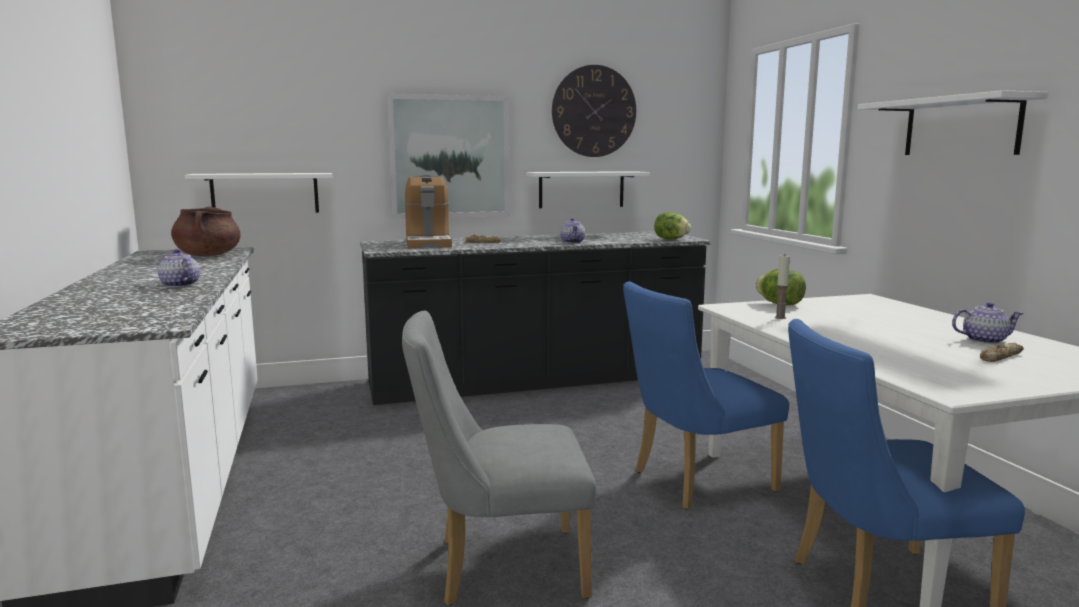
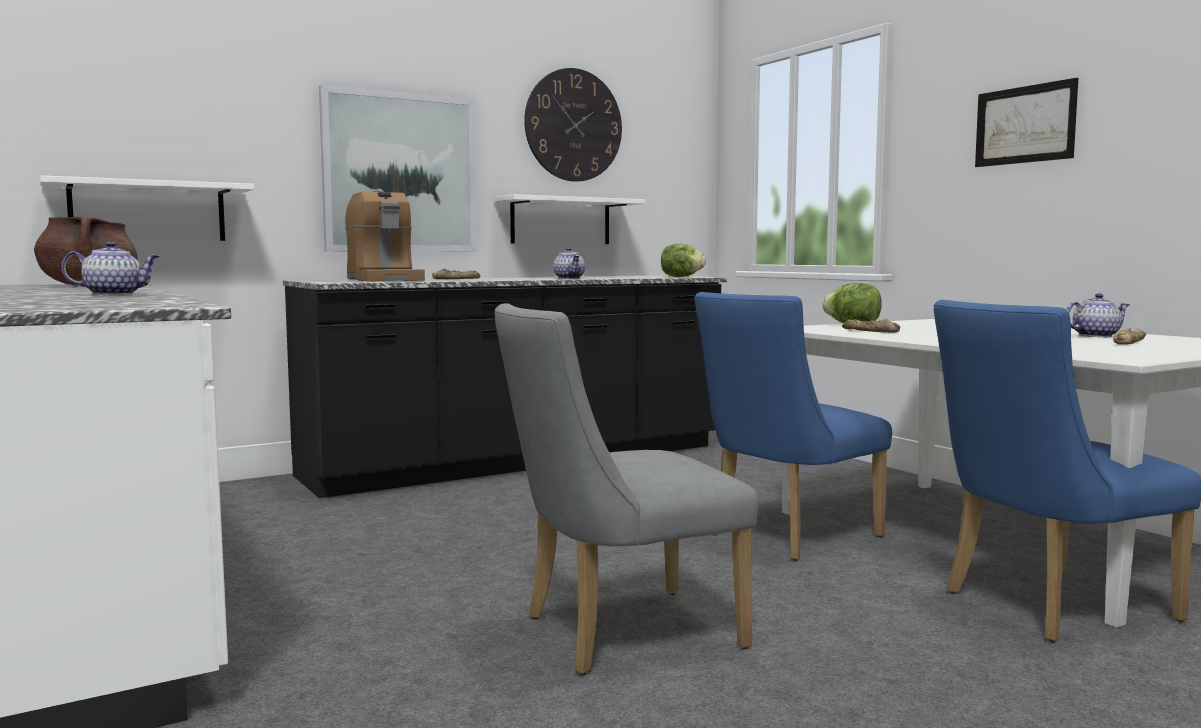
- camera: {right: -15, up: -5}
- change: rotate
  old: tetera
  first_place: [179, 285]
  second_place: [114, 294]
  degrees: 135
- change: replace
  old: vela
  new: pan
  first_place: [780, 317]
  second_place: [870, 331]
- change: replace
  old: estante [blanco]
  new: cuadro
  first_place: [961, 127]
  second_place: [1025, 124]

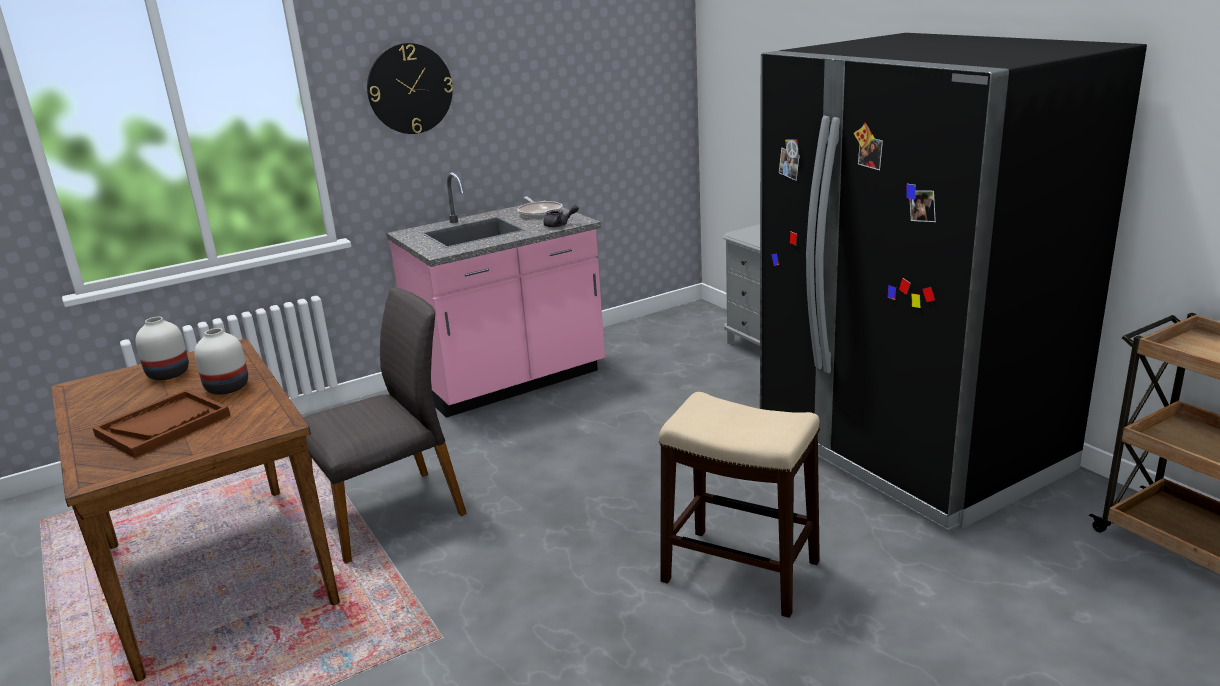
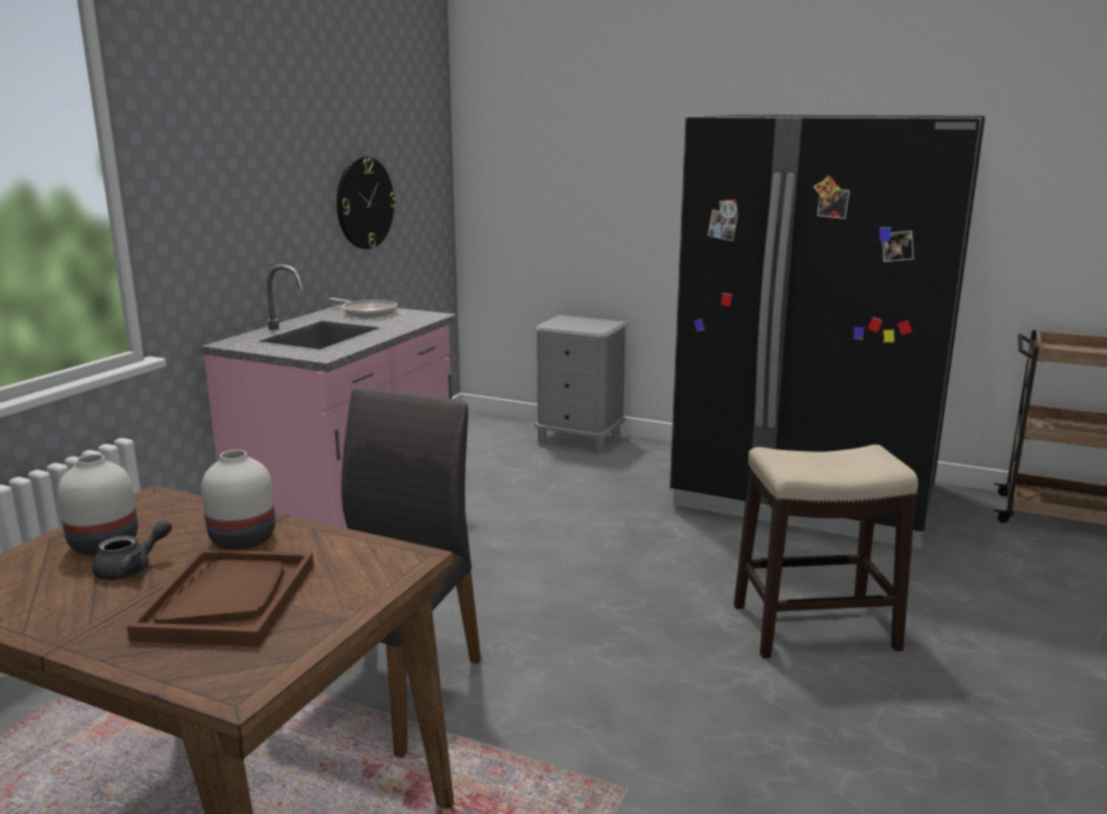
- camera: {right: -35, up: -5}
- change: move
  old: reloj de pared
  first_place: [410, 89]
  second_place: [364, 203]
- change: move
  old: tetera [gris]
  first_place: [559, 225]
  second_place: [132, 569]

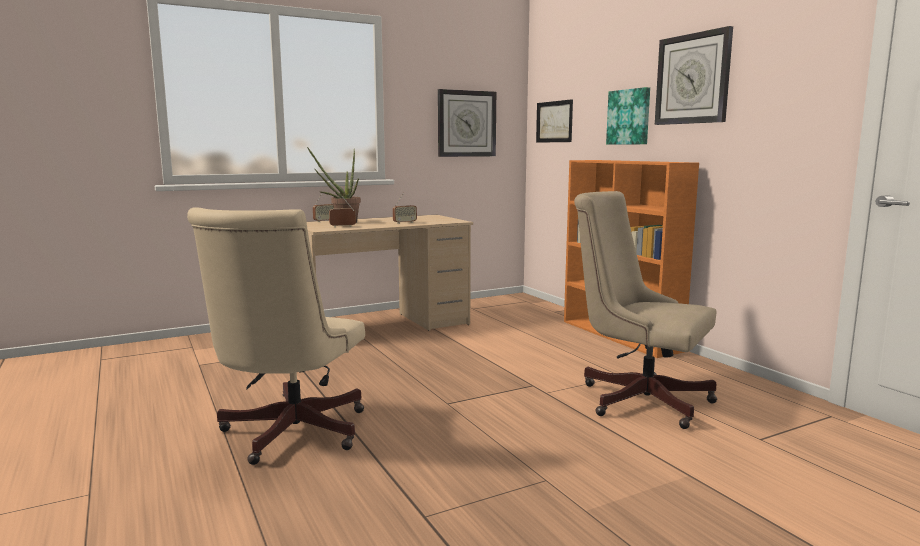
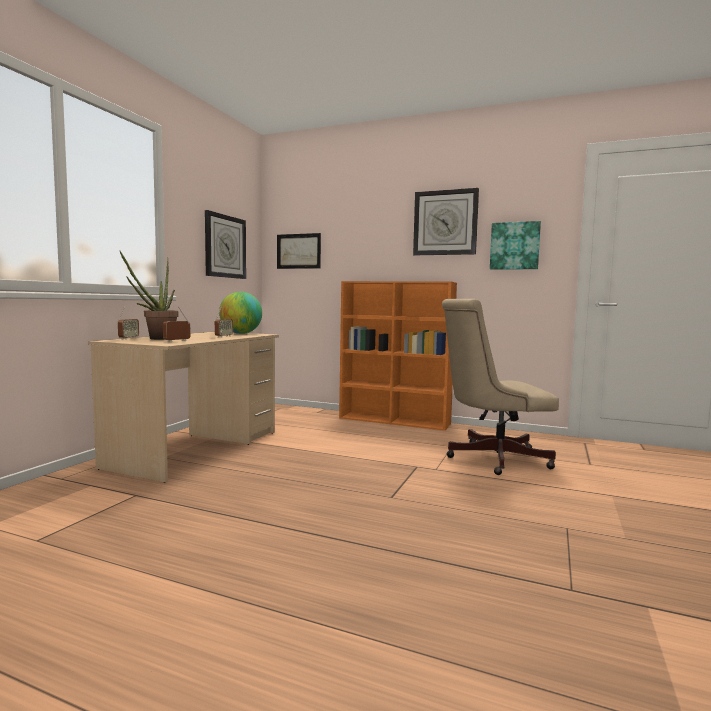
- camera: {right: -40, up: -5}
- change: delete
  old: silla de oficina [beis]
  first_place: [288, 435]
- change: move
  old: cuadro
  first_place: [629, 117]
  second_place: [514, 246]
- change: insert
  new: globo terráqueo
  second_place: [241, 333]

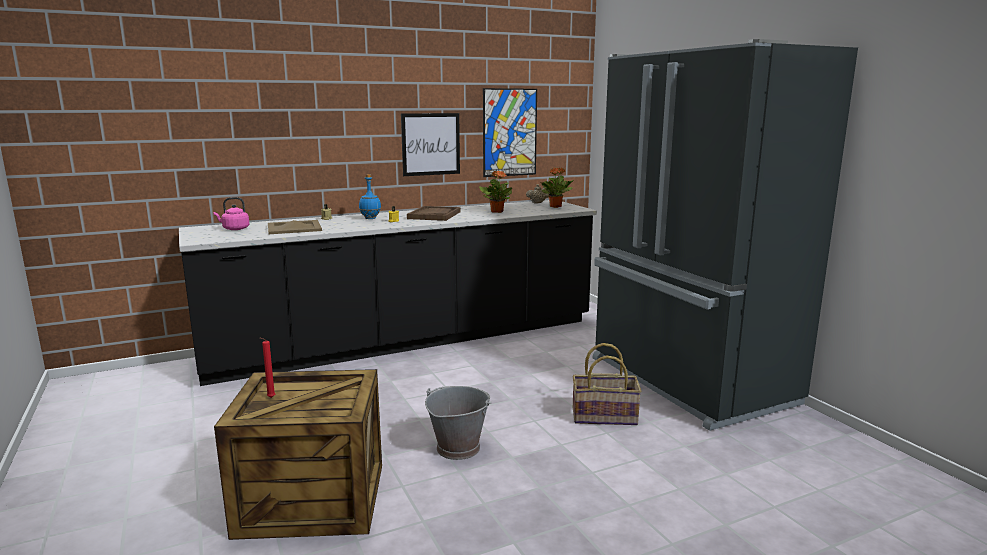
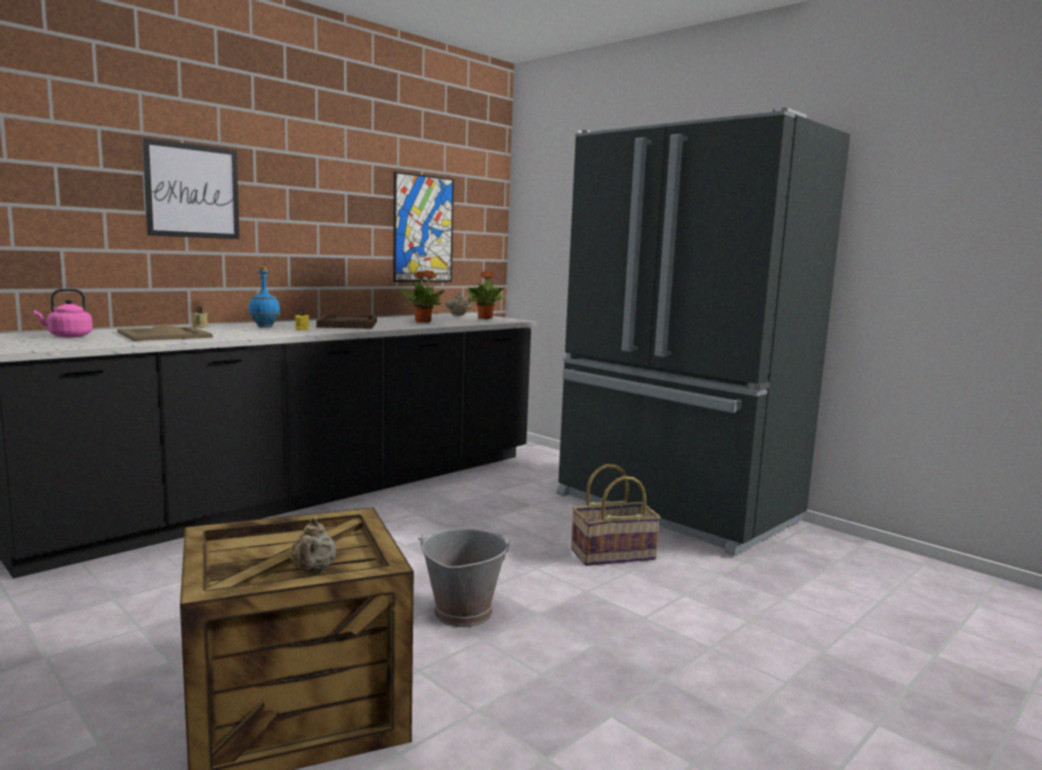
- camera: {right: -20, up: -5}
- change: delete
  old: vela [rojo]
  first_place: [270, 398]
- change: move
  old: cuadro
  first_place: [430, 144]
  second_place: [192, 191]
- change: insert
  new: tetera [beis]
  second_place: [313, 571]

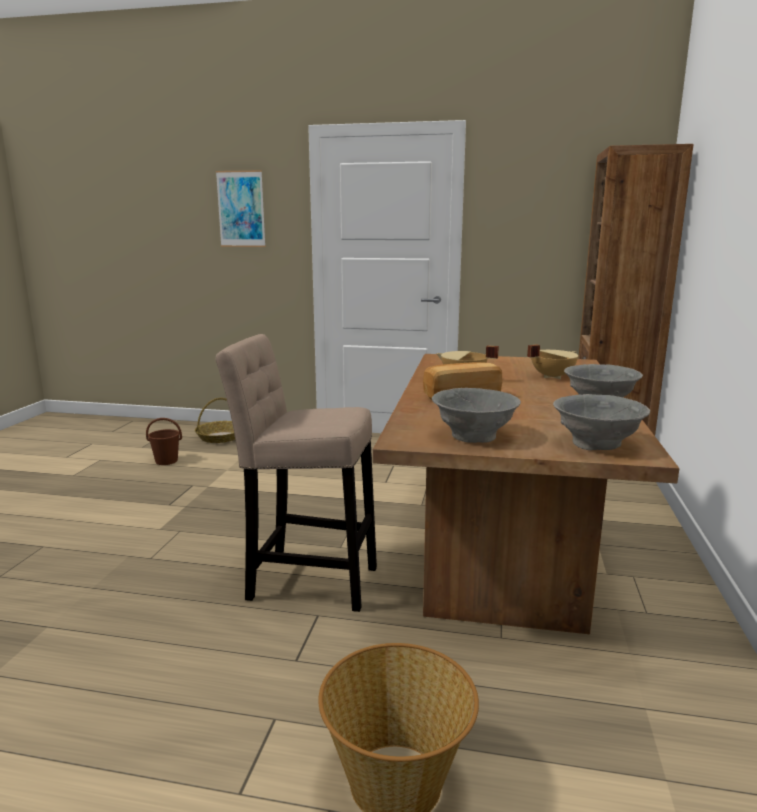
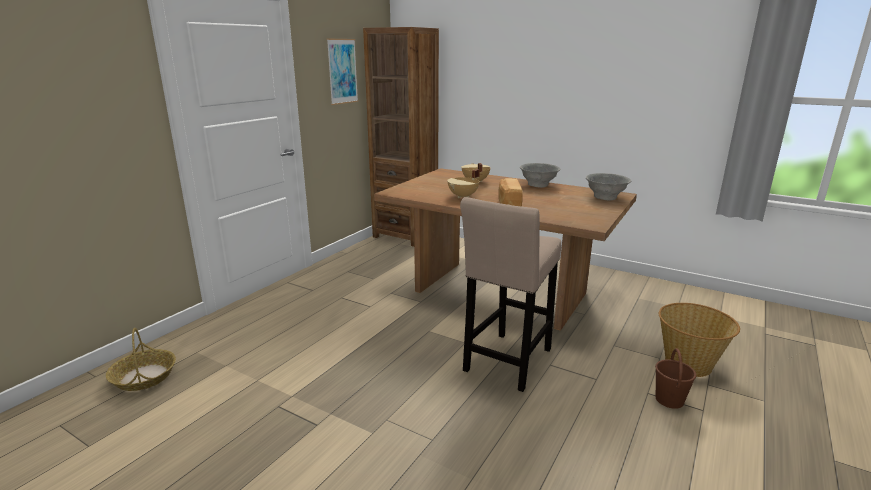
- camera: {right: -70, up: 5}
- change: move
  old: cubo [marrón]
  first_place: [166, 461]
  second_place: [669, 400]
- change: move
  old: cuadro
  first_place: [241, 209]
  second_place: [342, 71]
- change: delete
  old: cuenco [gris]
  first_place: [474, 436]

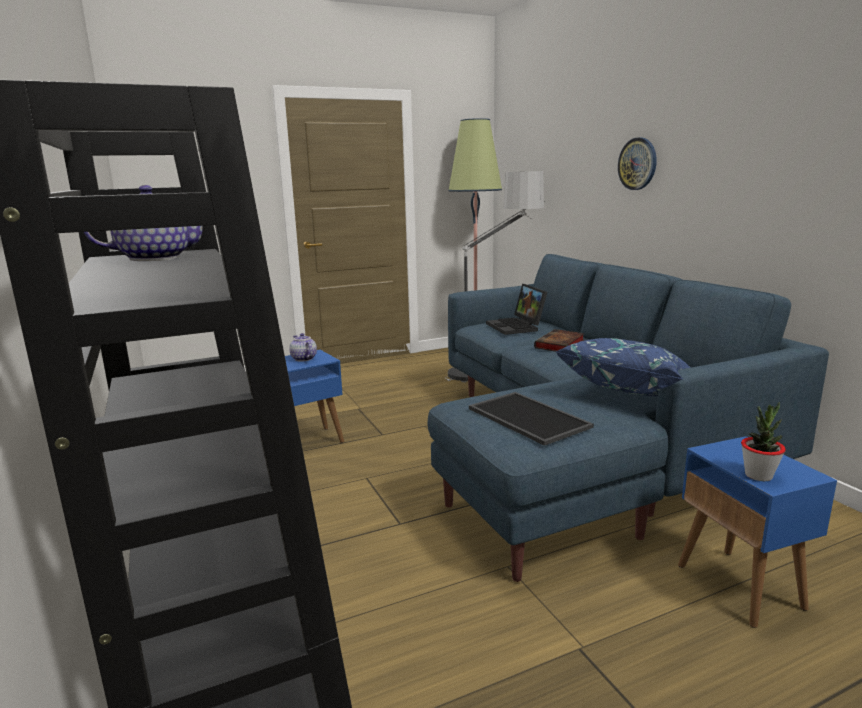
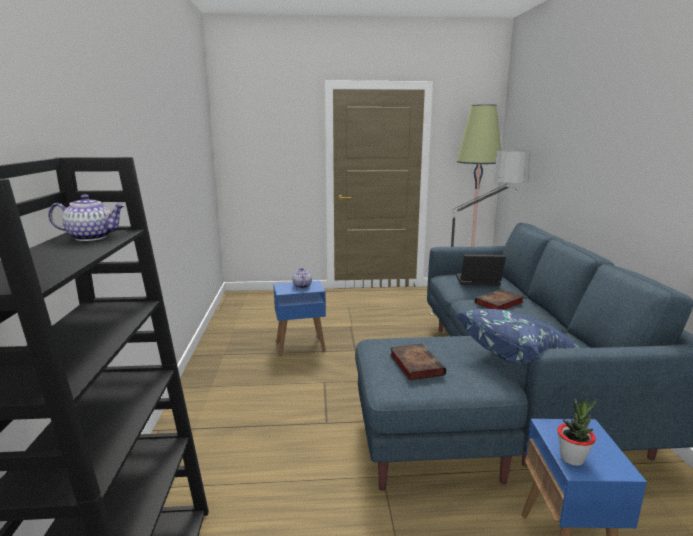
- camera: {right: 20, up: 0}
- change: replace
  old: bandeja
  new: libro
  first_place: [526, 418]
  second_place: [415, 364]
- change: rotate
  old: portátil
  first_place: [517, 327]
  second_place: [477, 282]
  degrees: 90
- change: delete
  old: reloj de pared
  first_place: [637, 164]

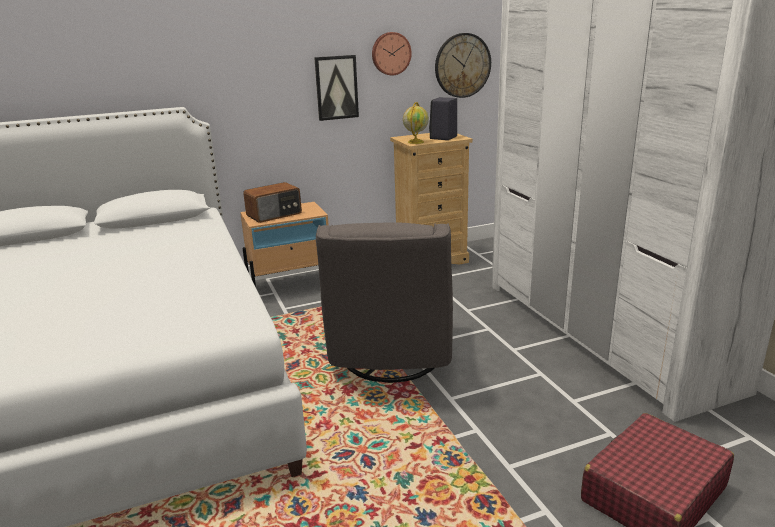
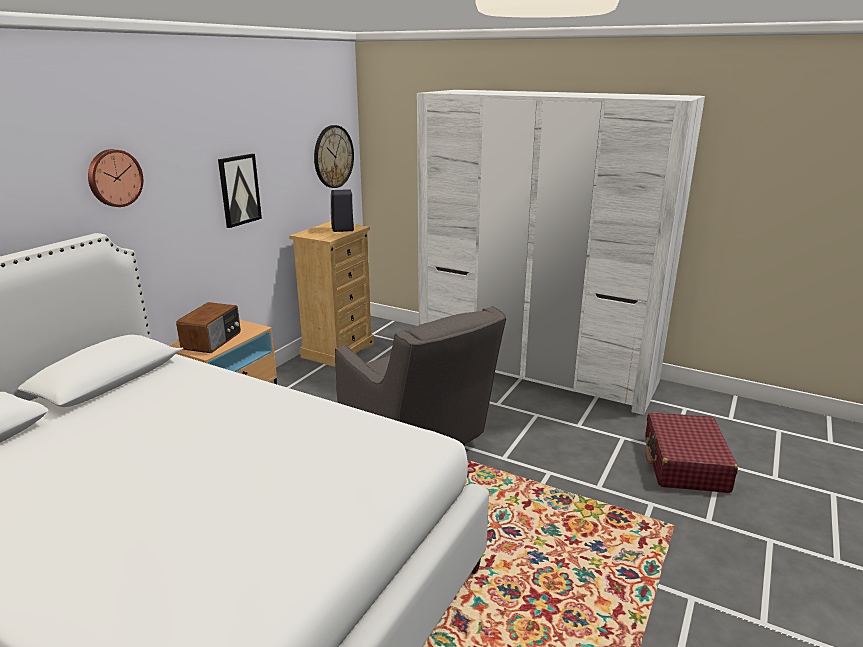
- camera: {right: -40, up: 0}
- change: move
  old: reloj de pared
  first_place: [390, 53]
  second_place: [114, 178]
- change: delete
  old: globo terráqueo
  first_place: [415, 142]

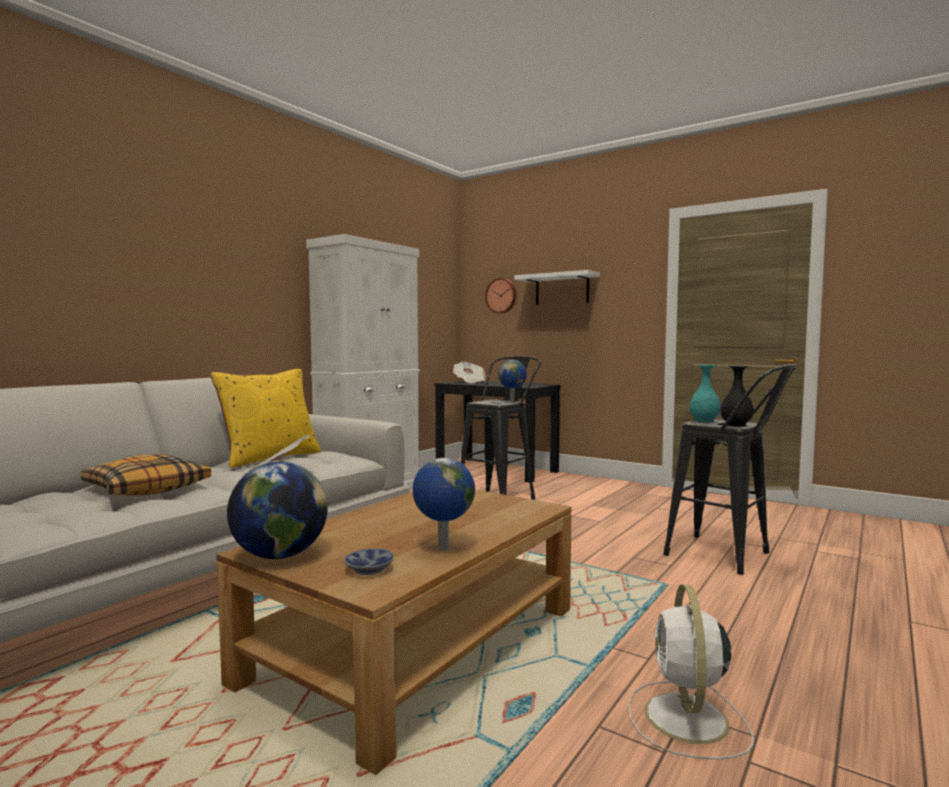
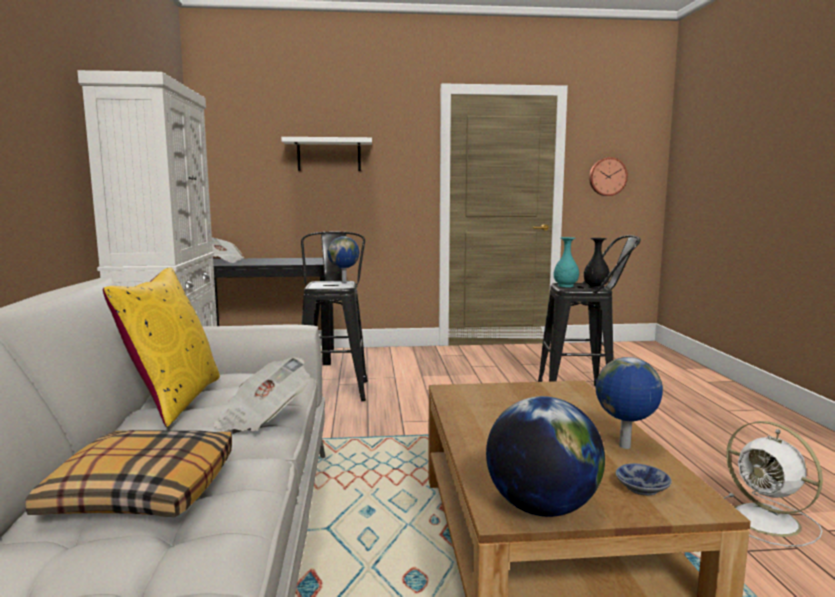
- camera: {right: -40, up: 5}
- change: move
  old: reloj de pared
  first_place: [501, 296]
  second_place: [607, 176]

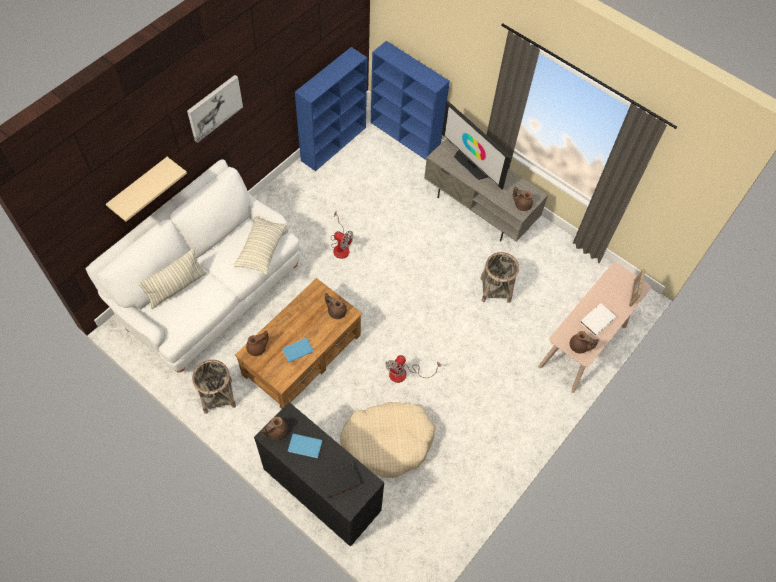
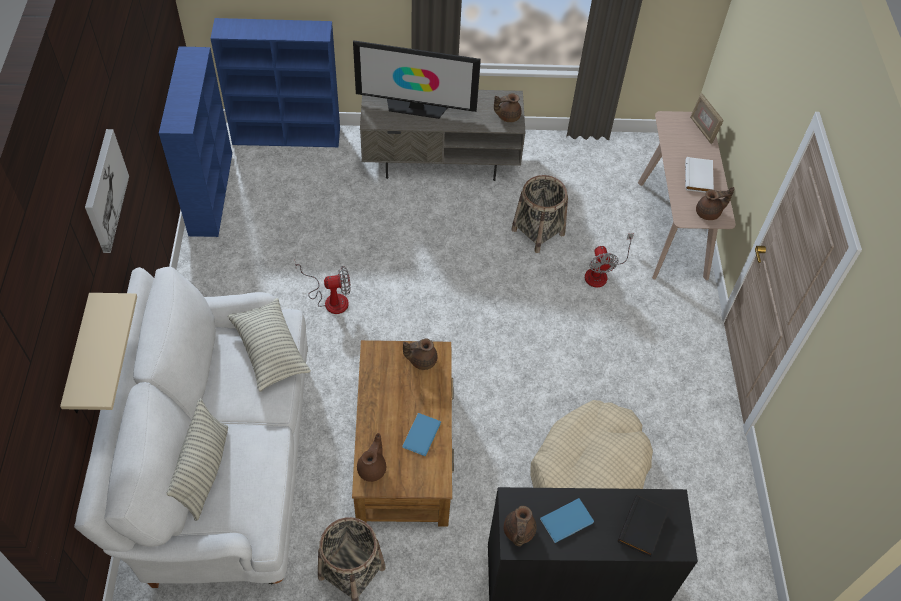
- camera: {right: -40, up: -5}
- change: move
  old: ventilador
  first_place: [404, 374]
  second_place: [601, 273]

